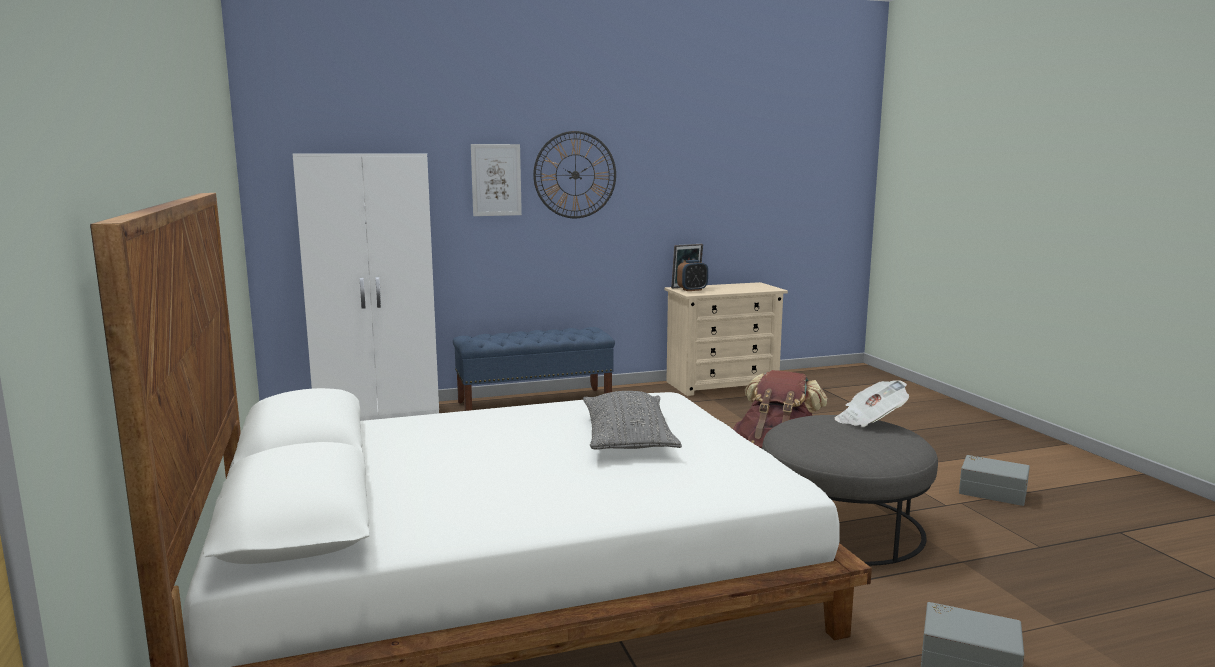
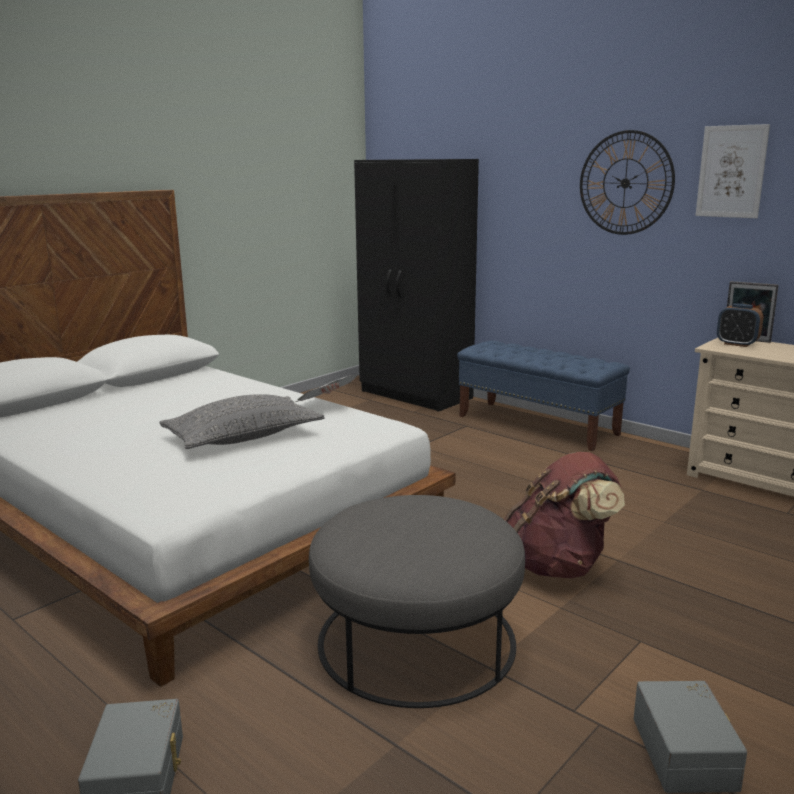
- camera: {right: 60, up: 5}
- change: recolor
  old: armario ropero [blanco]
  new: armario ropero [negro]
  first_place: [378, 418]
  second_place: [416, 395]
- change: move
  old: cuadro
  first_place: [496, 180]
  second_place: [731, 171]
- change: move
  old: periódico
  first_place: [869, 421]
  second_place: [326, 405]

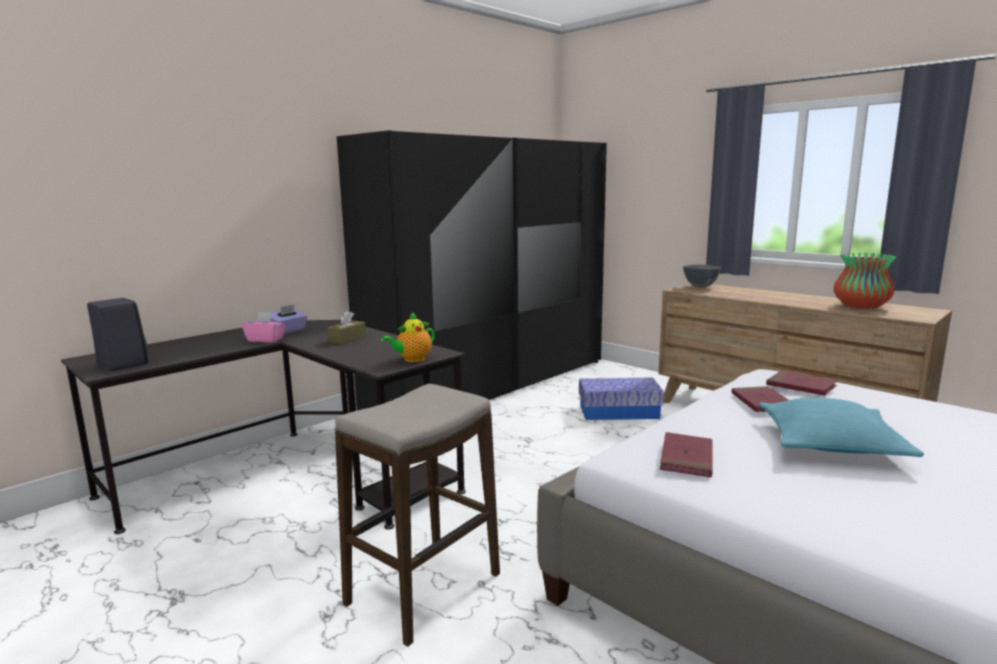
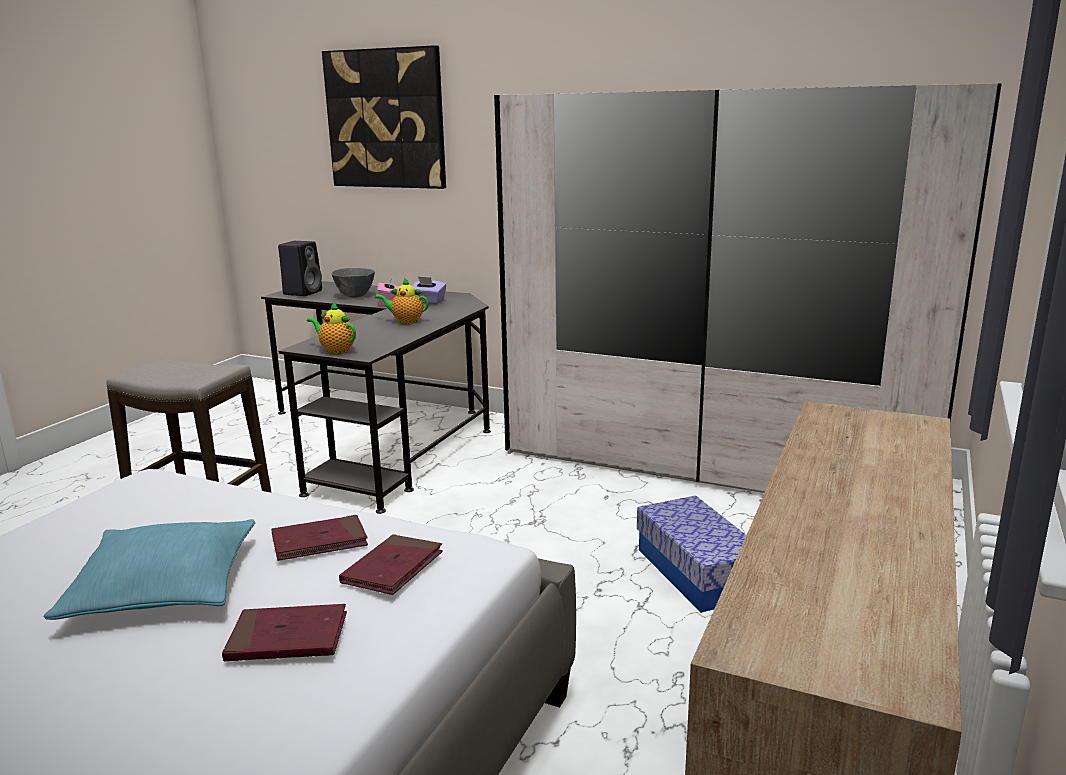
- camera: {right: 70, up: 5}
- change: replace
  old: caja de pañuelos [marrón]
  new: tetera
  first_place: [347, 339]
  second_place: [405, 321]
- change: recolor
  old: armario ropero [negro]
  new: armario ropero [blanco]
  first_place: [492, 385]
  second_place: [713, 466]
- change: move
  old: libro [rojo]
  first_place: [686, 458]
  second_place: [287, 638]
- change: move
  old: cuenco [gris]
  first_place: [700, 287]
  second_place: [355, 296]
- change: delete
  old: florero
  first_place: [860, 307]
- change: insert
  new: cuadro
  second_place: [386, 119]

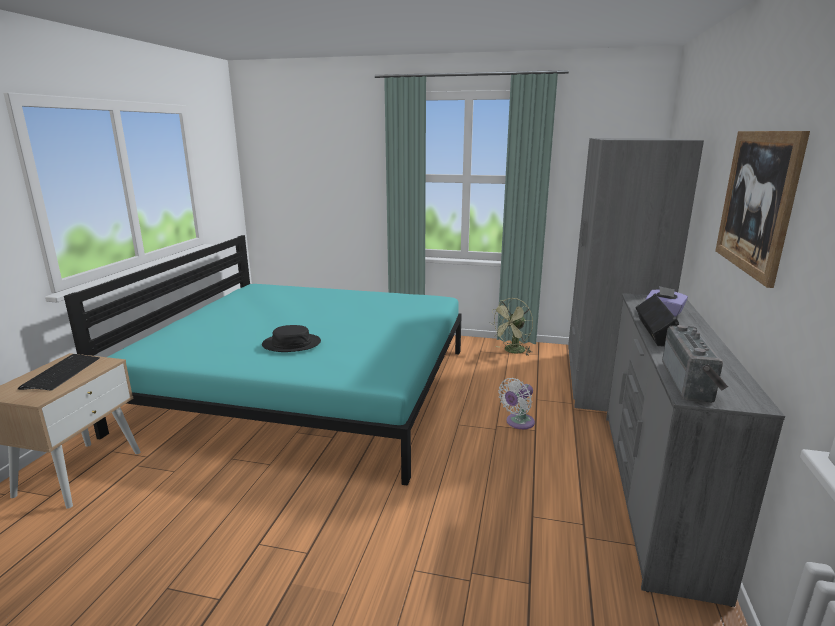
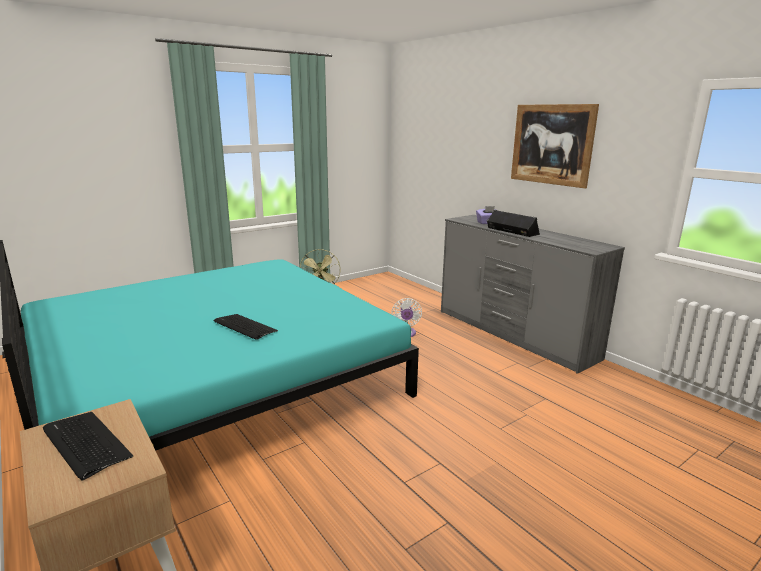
- camera: {right: -50, up: 0}
- change: replace
  old: sombrero [negro]
  new: teclado
  first_place: [291, 344]
  second_place: [245, 327]
- change: delete
  old: armario ropero [gris]
  first_place: [605, 381]
- change: delete
  old: radio
  first_place: [691, 382]

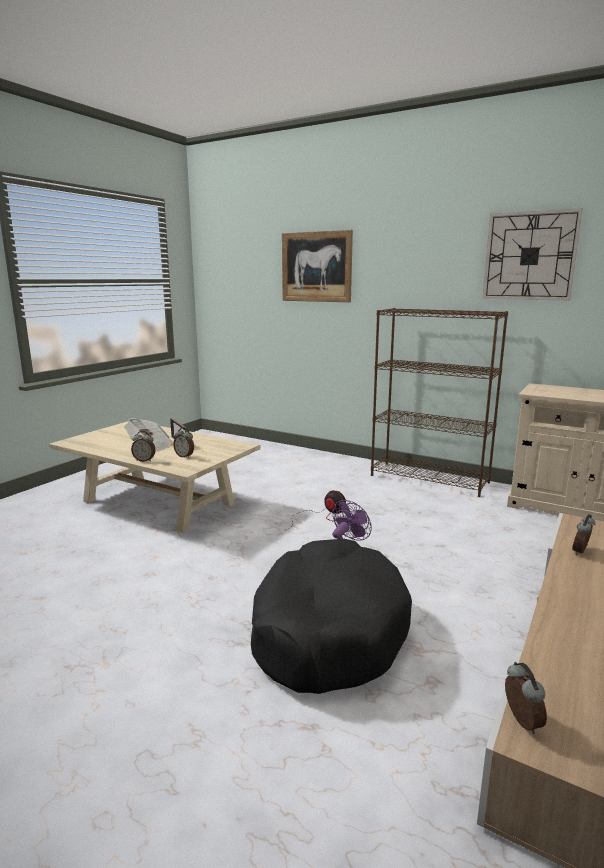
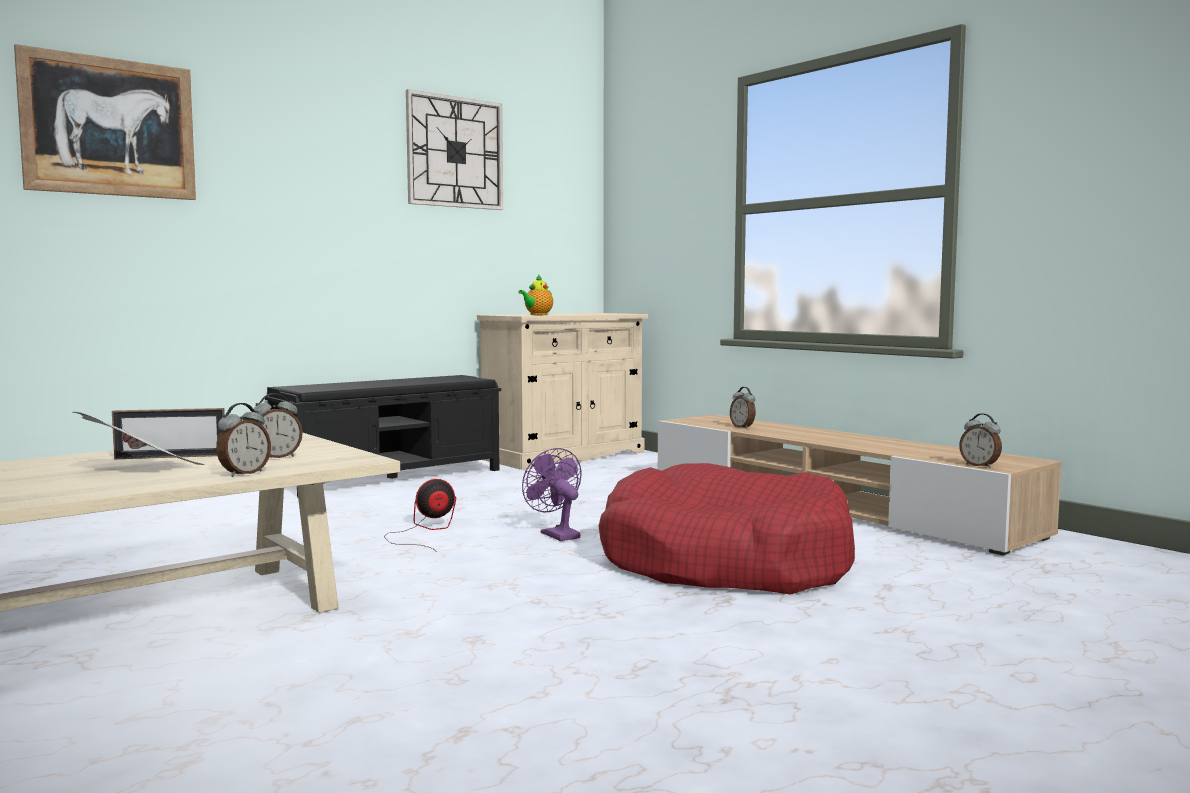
- camera: {right: -70, up: -10}
- change: recolor
  old: cama para perro [negro]
  new: cama para perro [rojo]
  first_place: [327, 630]
  second_place: [724, 562]
- change: replace
  old: estantería [marrón]
  new: banco [negro]
  first_place: [430, 479]
  second_place: [391, 477]
- change: rotate
  old: despertador
  first_place: [520, 722]
  second_place: [980, 466]
  degrees: -135
- change: insert
  new: tetera
  second_place: [537, 314]

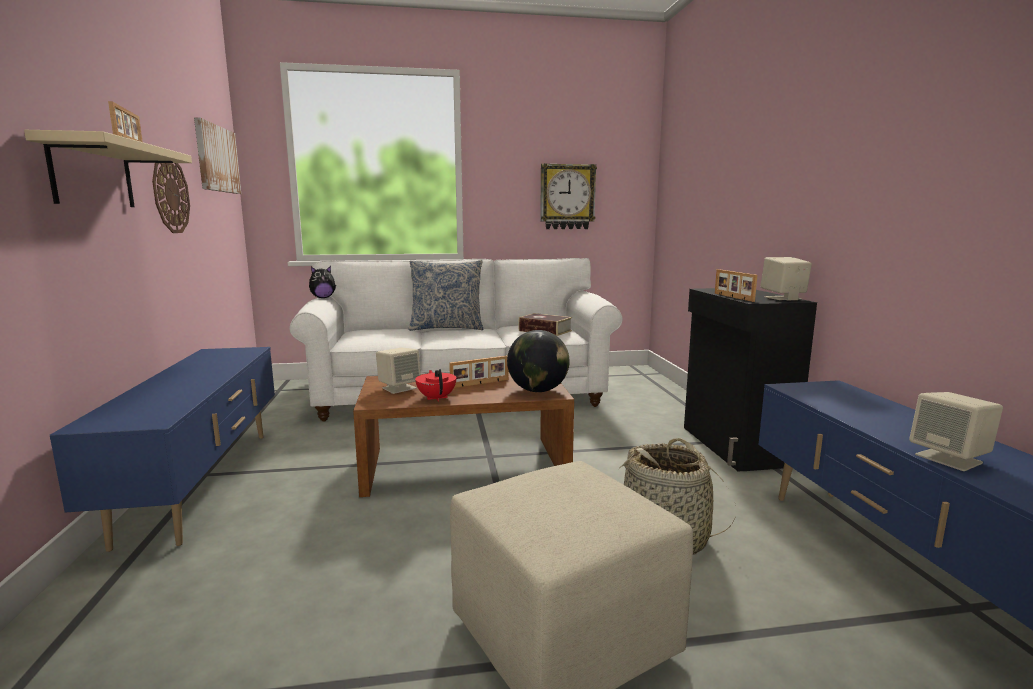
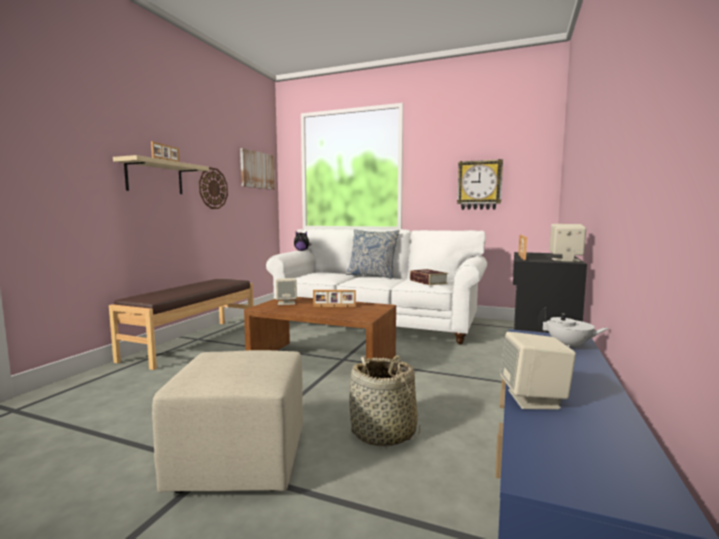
- camera: {right: 30, up: -5}
- change: replace
  old: mueble de televisión [azul]
  new: banco [marrón]
  first_place: [203, 482]
  second_place: [193, 342]
- change: delete
  old: tetera [rojo]
  first_place: [436, 398]
- change: delete
  old: globo terráqueo
  first_place: [537, 390]
- change: insert
  new: tetera [blanco]
  second_place: [569, 346]

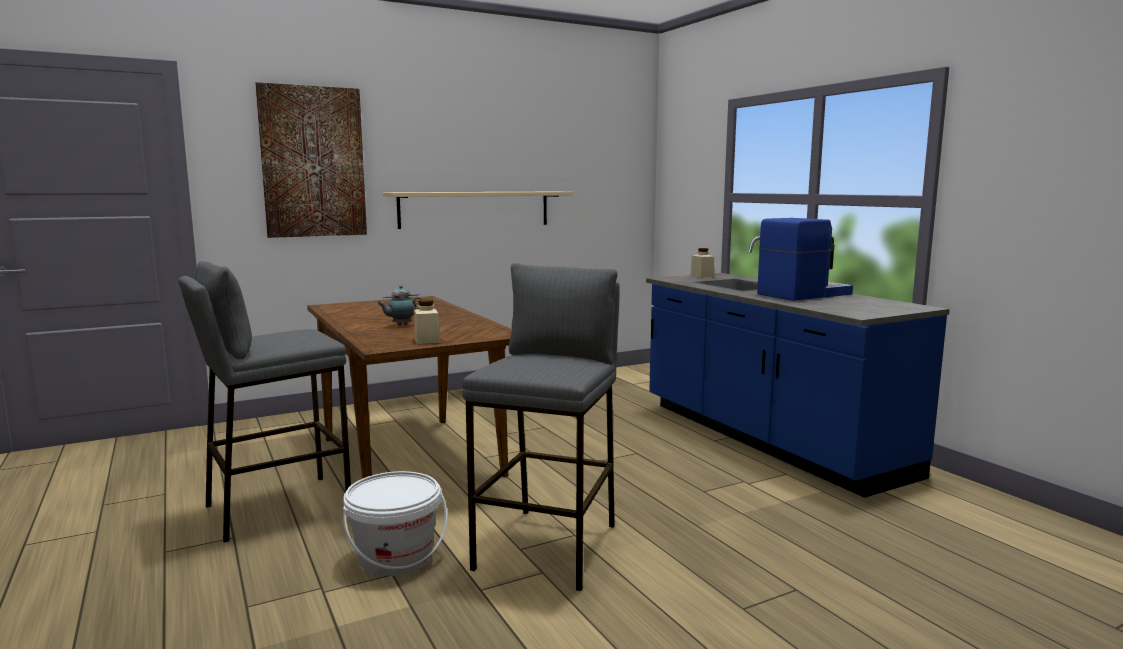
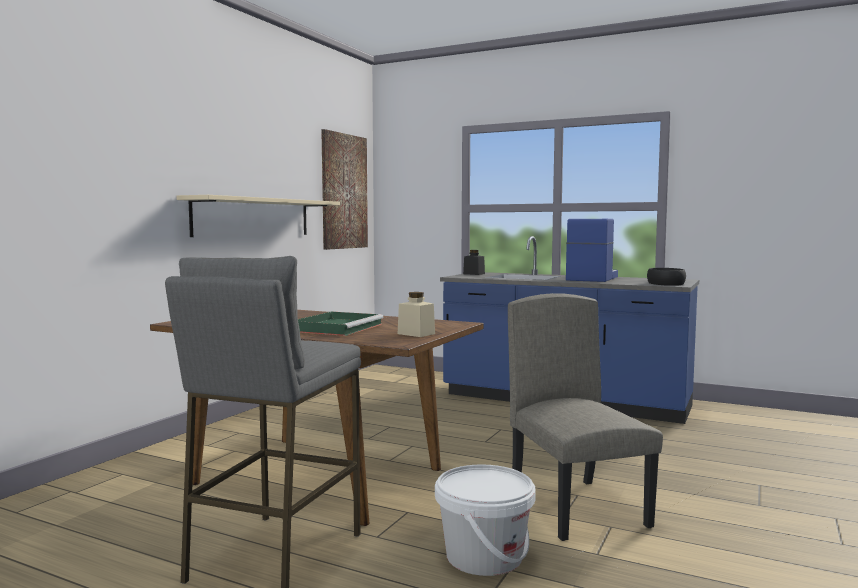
- camera: {right: -35, up: -5}
- change: move
  old: cuadro
  first_place: [313, 162]
  second_place: [344, 191]
- change: replace
  old: tetera
  new: bandeja [verde]
  first_place: [400, 325]
  second_place: [338, 327]
- change: replace
  old: taburete [gris]
  new: silla [beis]
  first_place: [549, 546]
  second_place: [578, 508]
- change: recolor
  old: tarro [beis]
  new: tarro [negro]
  first_place: [702, 276]
  second_place: [474, 274]
- change: insert
  new: cuenco [negro]
  second_place: [666, 283]

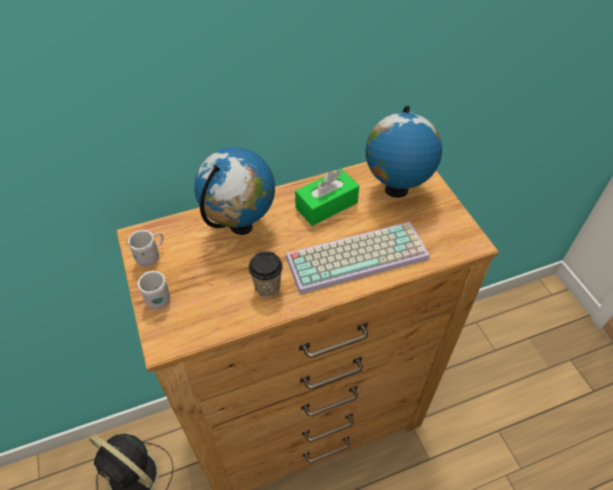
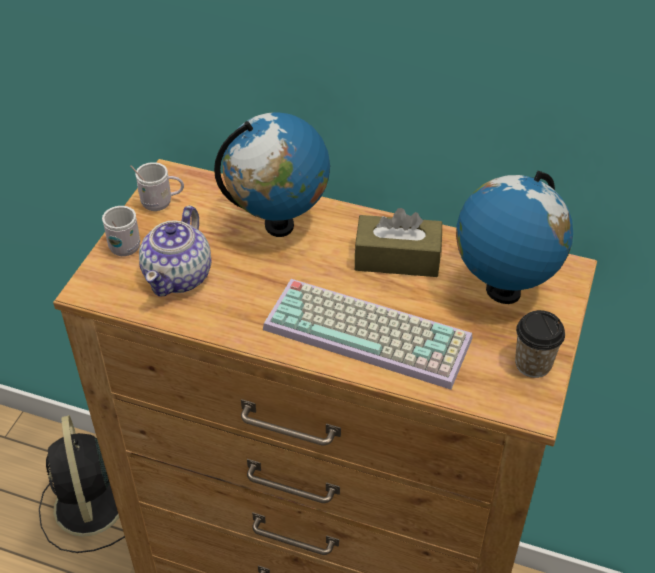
- camera: {right: 40, up: -5}
- change: move
  old: taza
  first_place: [267, 287]
  second_place: [533, 364]
- change: recolor
  old: caja de pañuelos [verde]
  new: caja de pañuelos [marrón]
  first_place: [326, 205]
  second_place: [397, 259]
- change: insert
  new: tetera
  second_place: [179, 276]

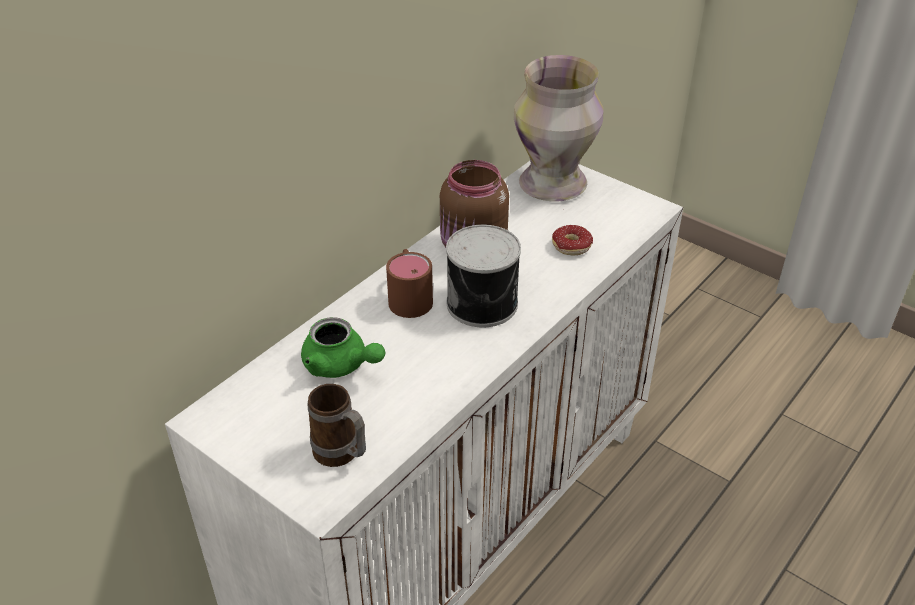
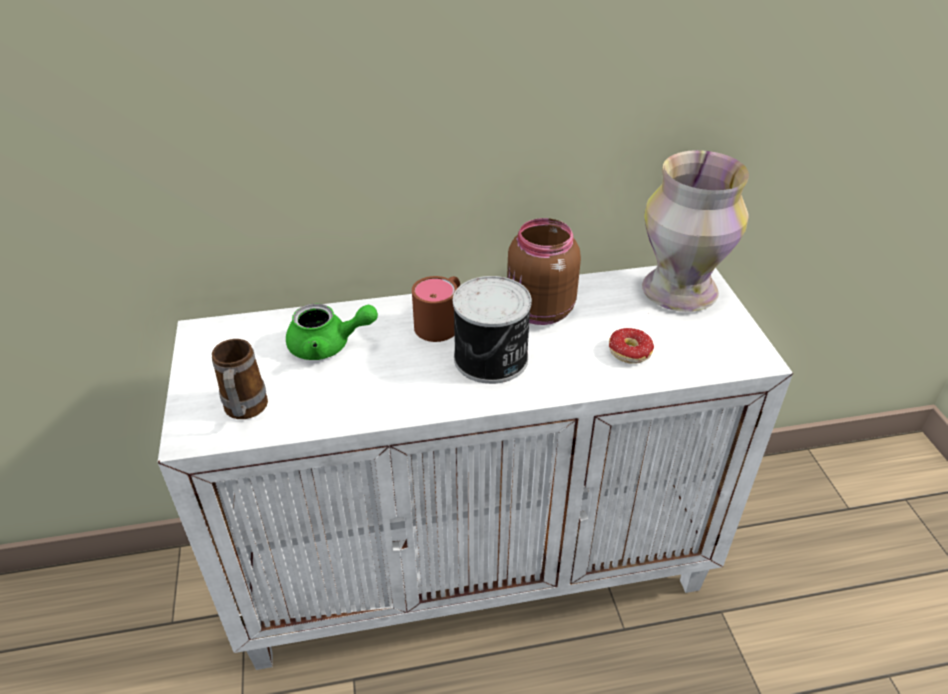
- camera: {right: 40, up: 0}
- change: rotate
  old: tetera [verde]
  first_place: [341, 365]
  second_place: [328, 346]
  degrees: -75

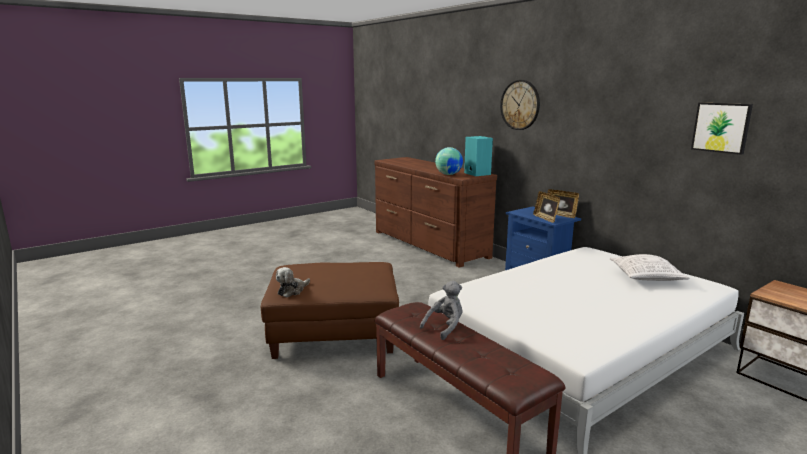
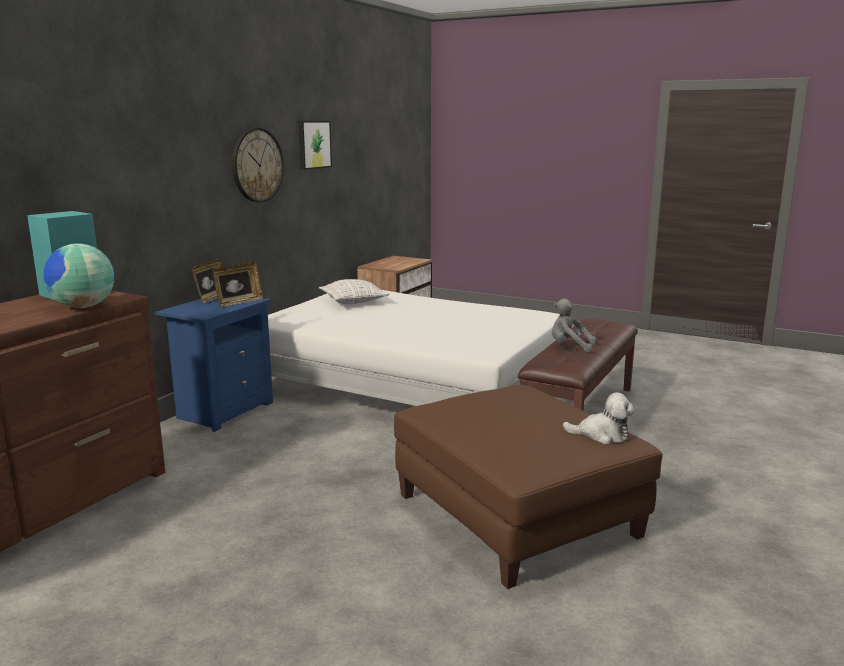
- camera: {right: -115, up: 0}
- change: move
  old: reloj de pared
  first_place: [520, 105]
  second_place: [257, 165]

